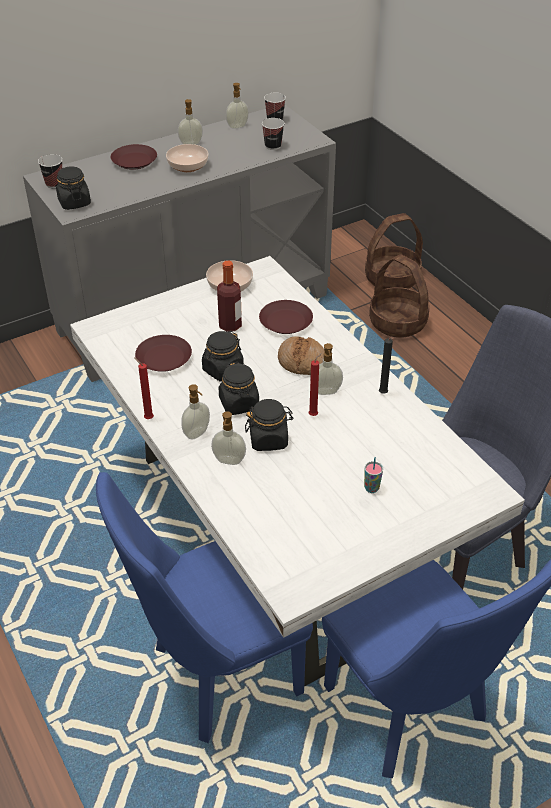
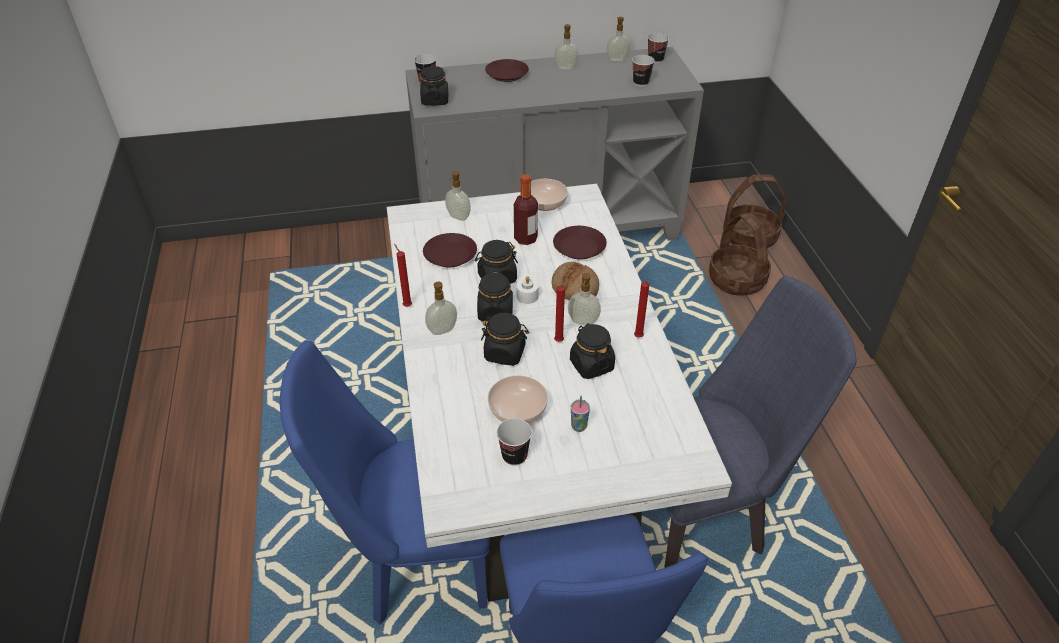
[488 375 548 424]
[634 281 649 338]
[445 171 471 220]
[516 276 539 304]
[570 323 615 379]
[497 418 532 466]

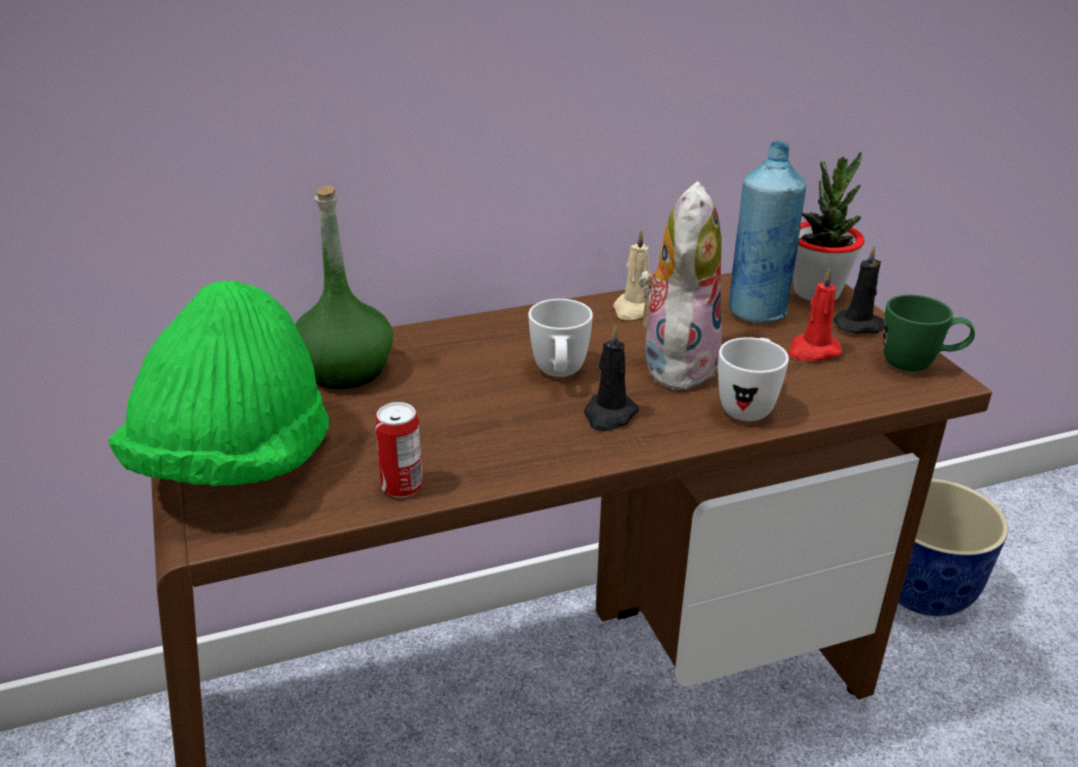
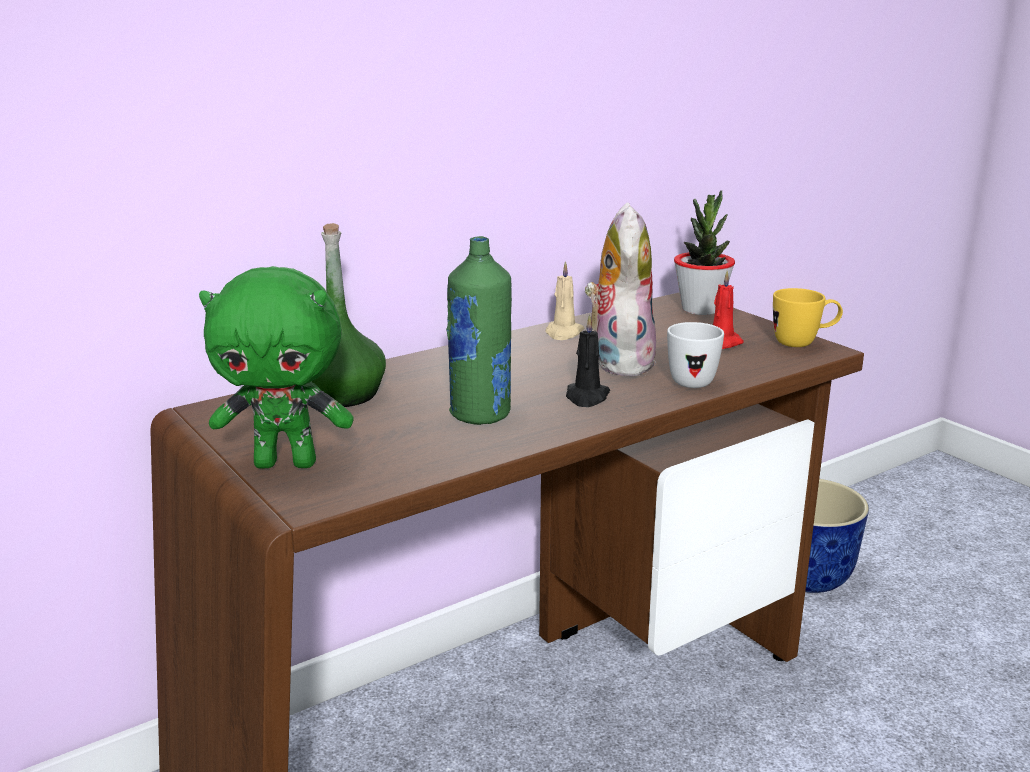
[729 141 806 324] (first image)
[833 245 884 334] (first image)
[199 266 354 469]
[773 288 843 347]
[528 299 593 377] (first image)
[375 402 423 498] (first image)
[446 236 512 425]

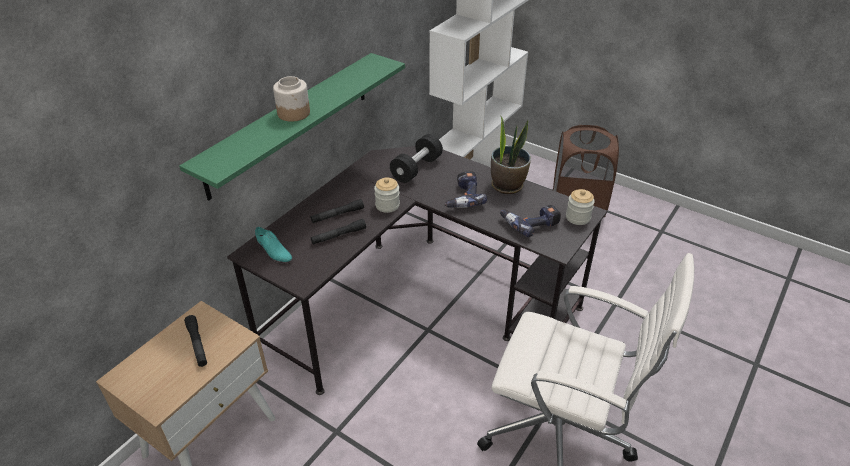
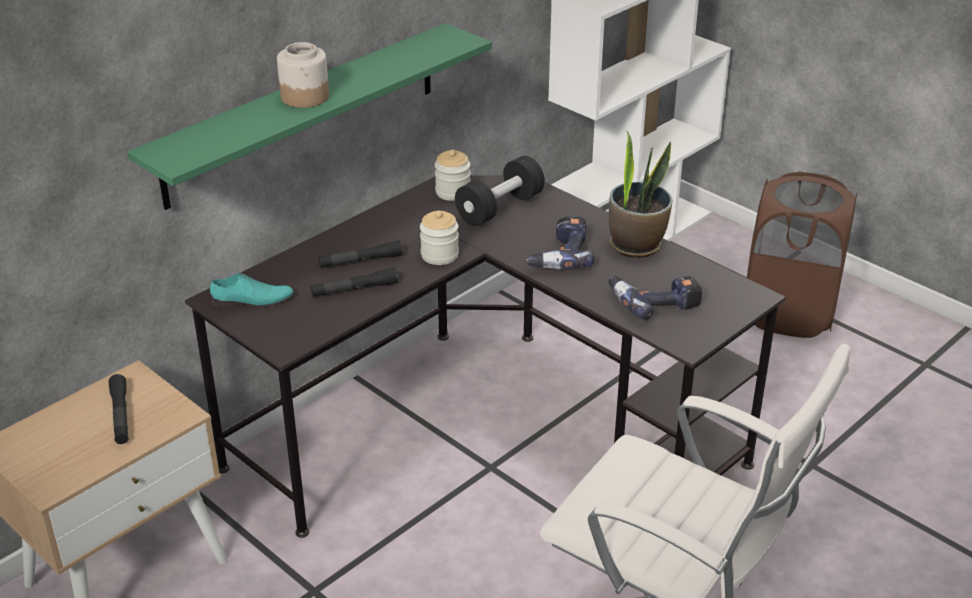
[435 150 471 201]
[210 273 294 308]

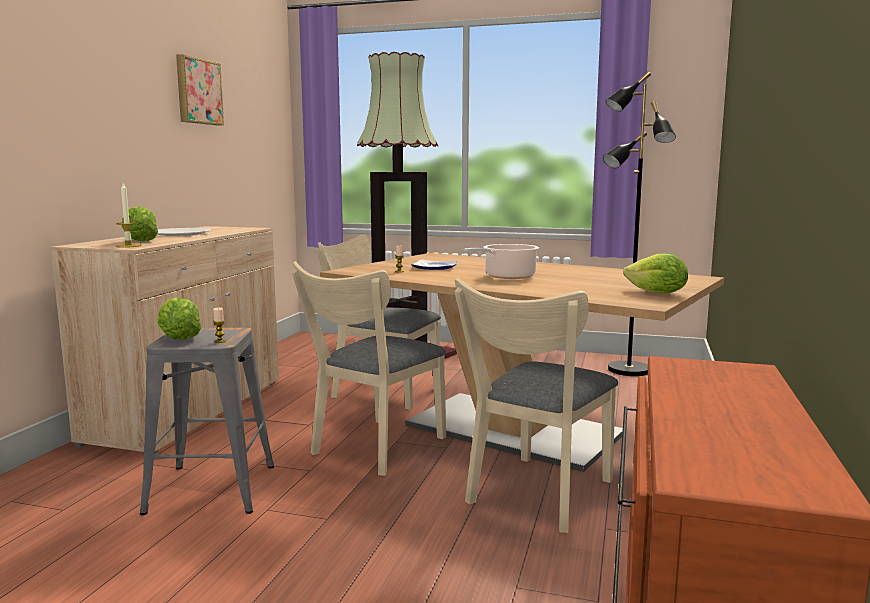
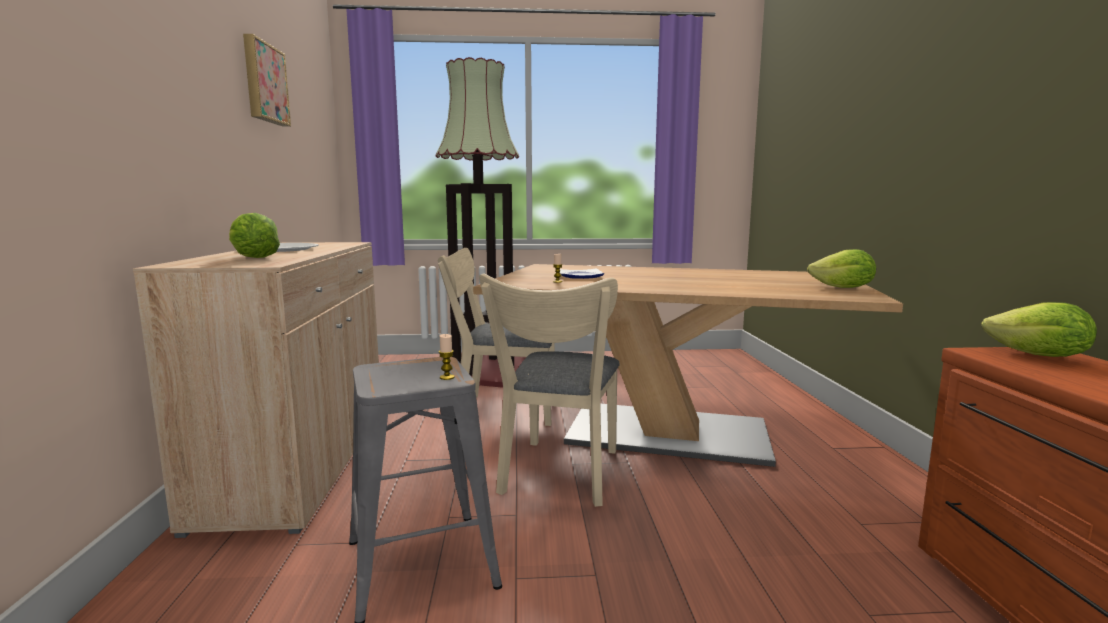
[603 71 676 376] (first image)
[116 183 141 248] (first image)
[464 244 539 279] (first image)
[454 278 618 533] (first image)
[982 302 1097 357]

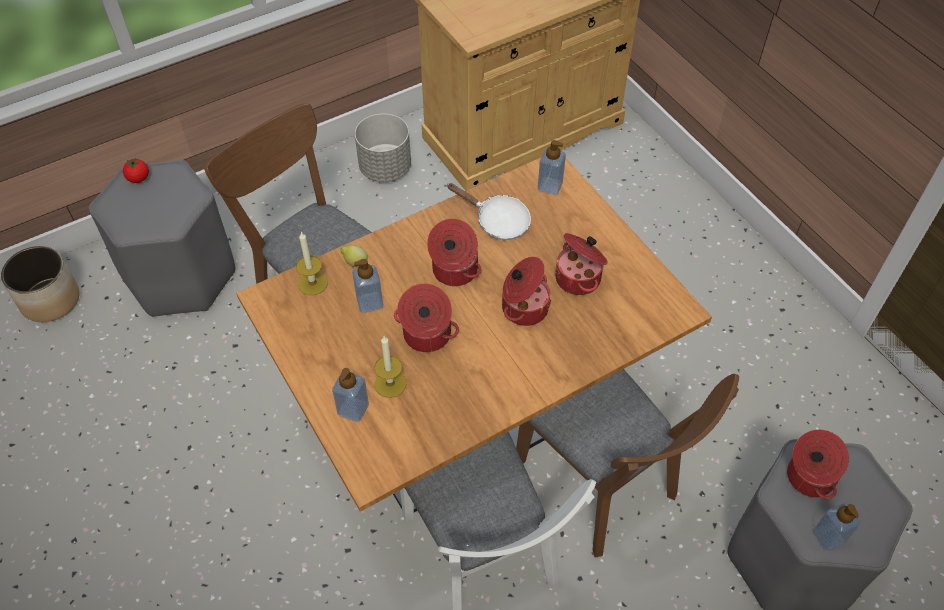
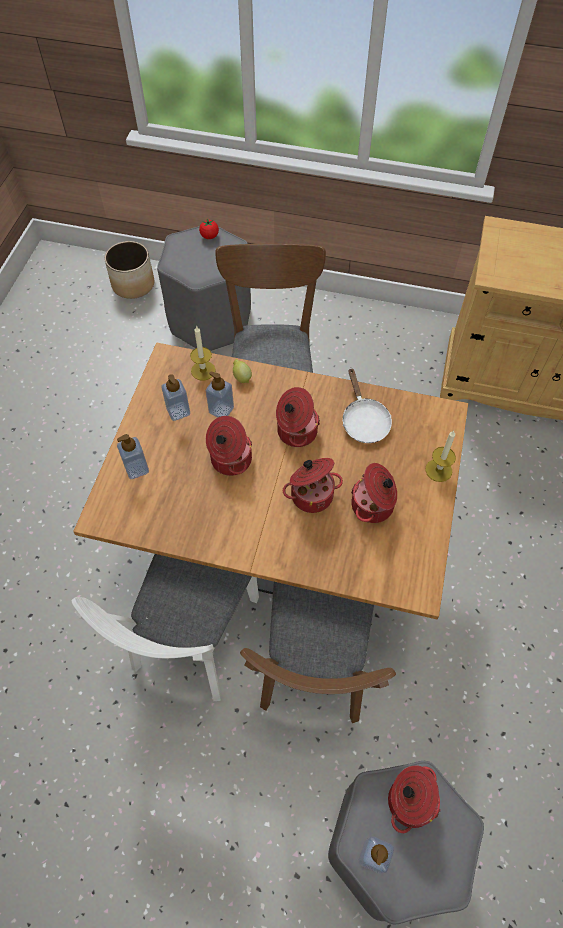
[355 114 411 182] (first image)
[161 374 190 421]
[425 431 456 482]

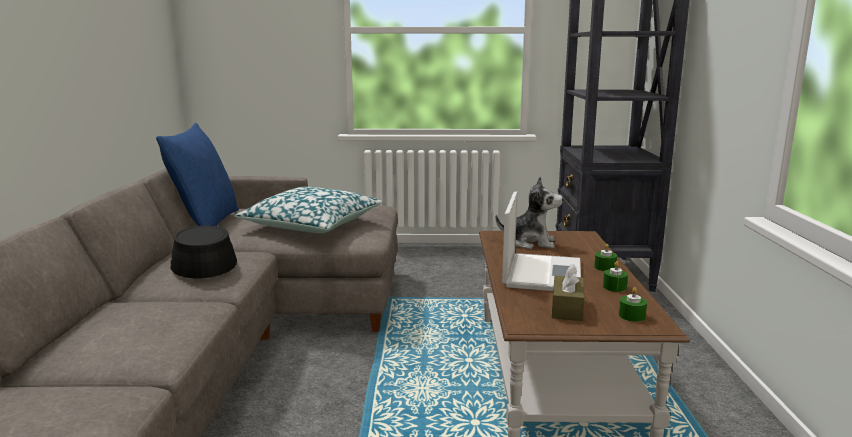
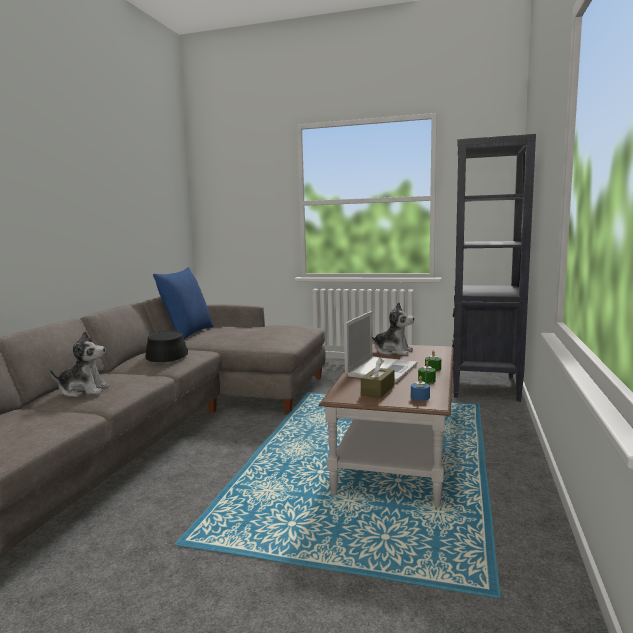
[235 187 383 233] (first image)
[411 376 430 401]
[50 331 110 397]

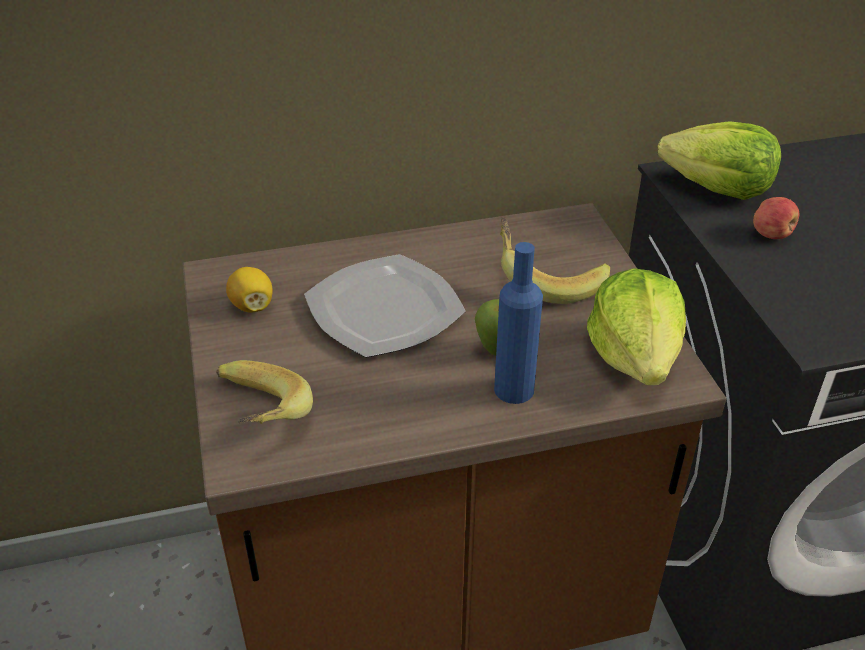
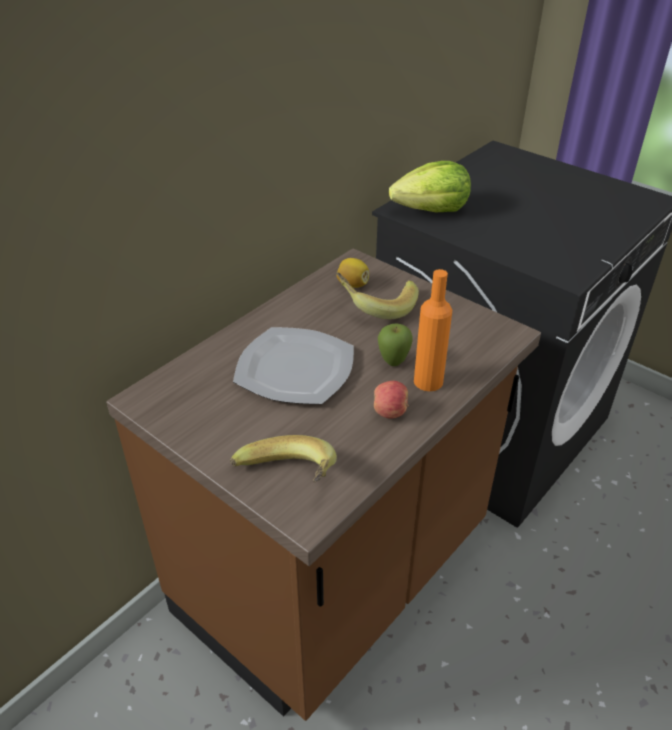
[374 381 409 418]
[414 269 452 391]
[337 258 369 288]
[587 268 686 385] (first image)

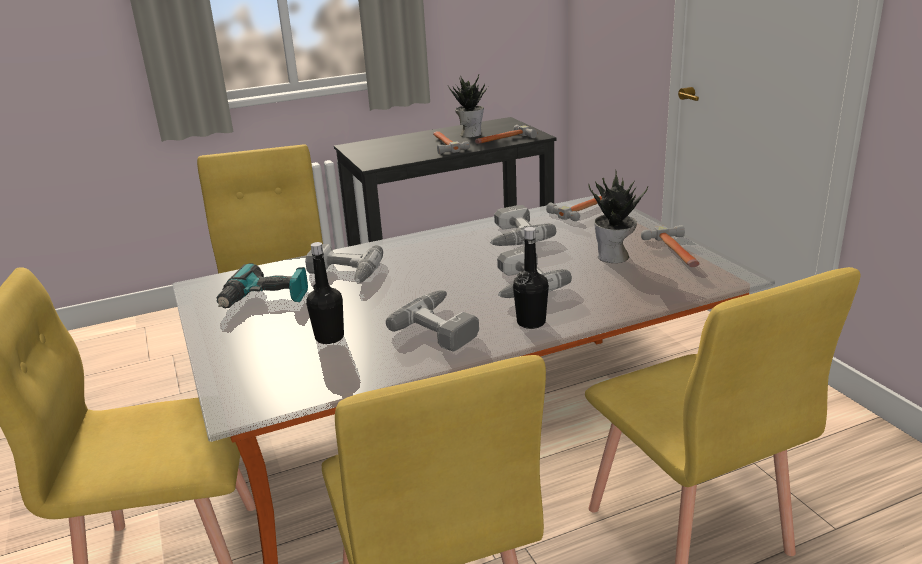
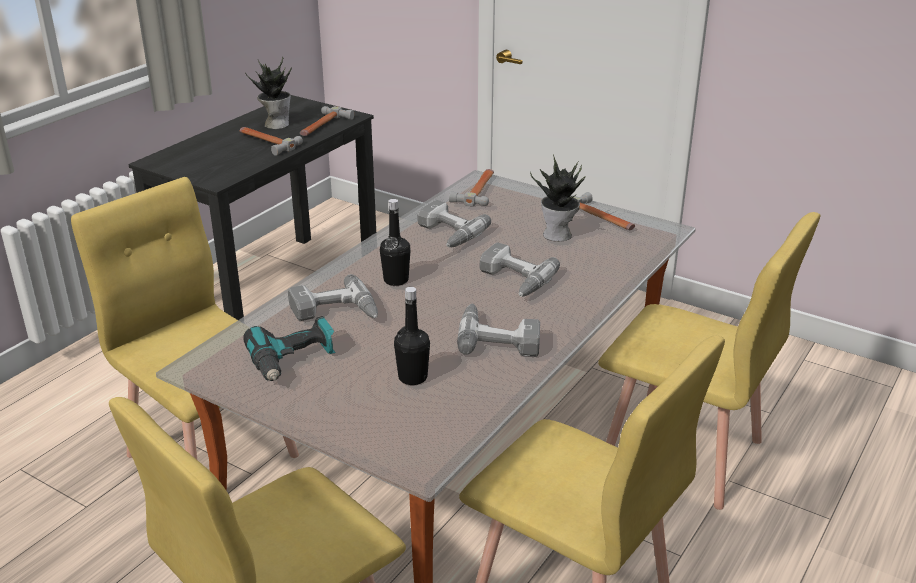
[380 199 411 286]

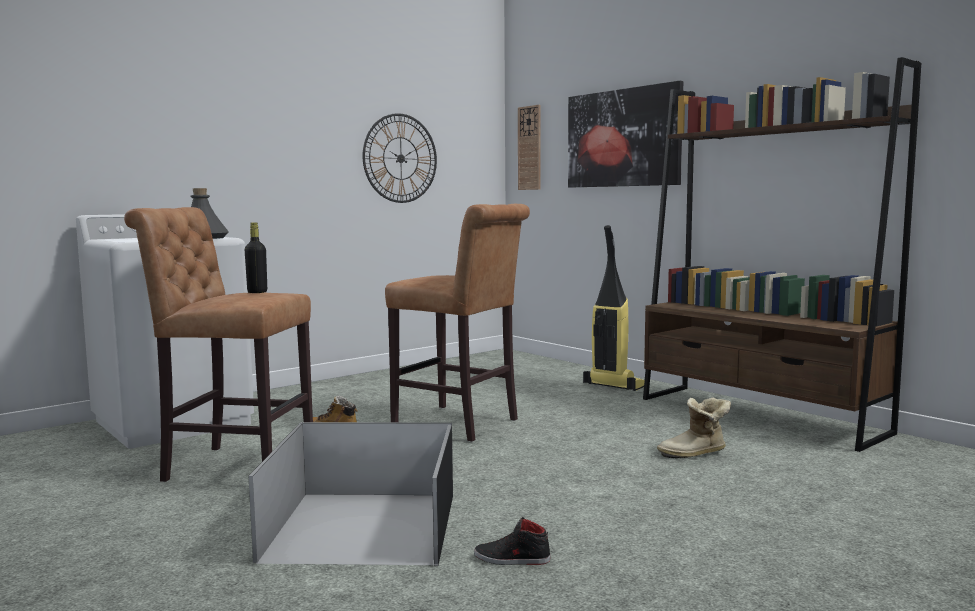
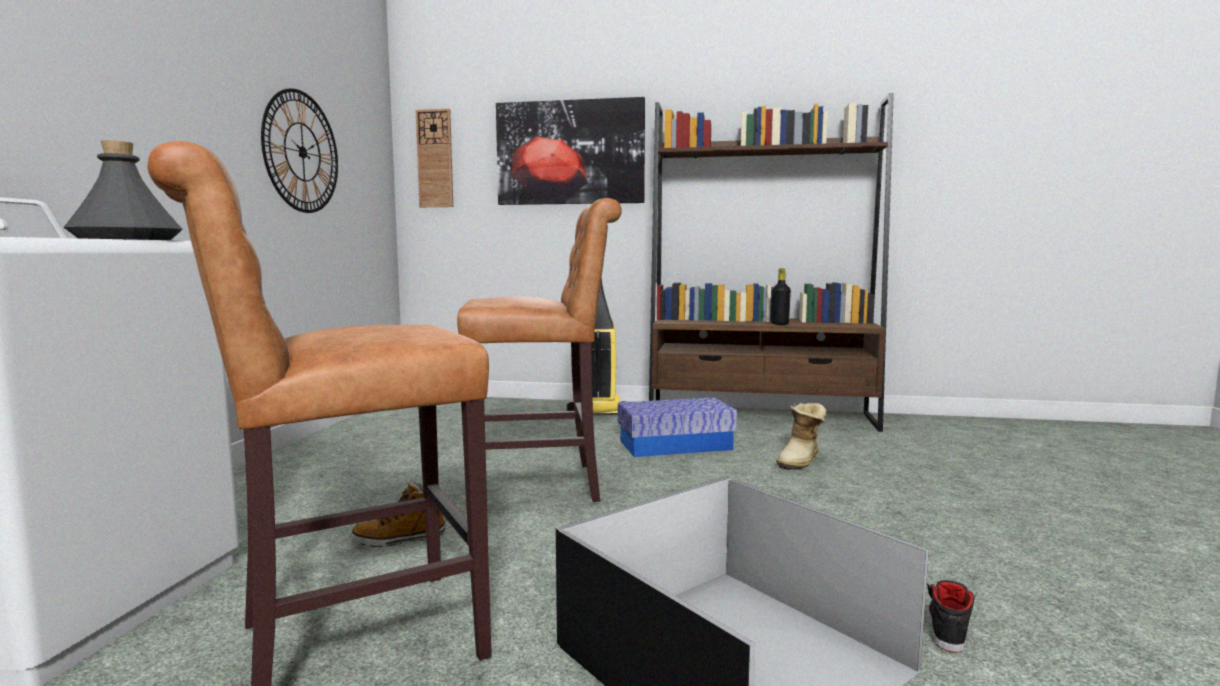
[772 269 791 325]
[927 580 977 653]
[618 397 737 457]

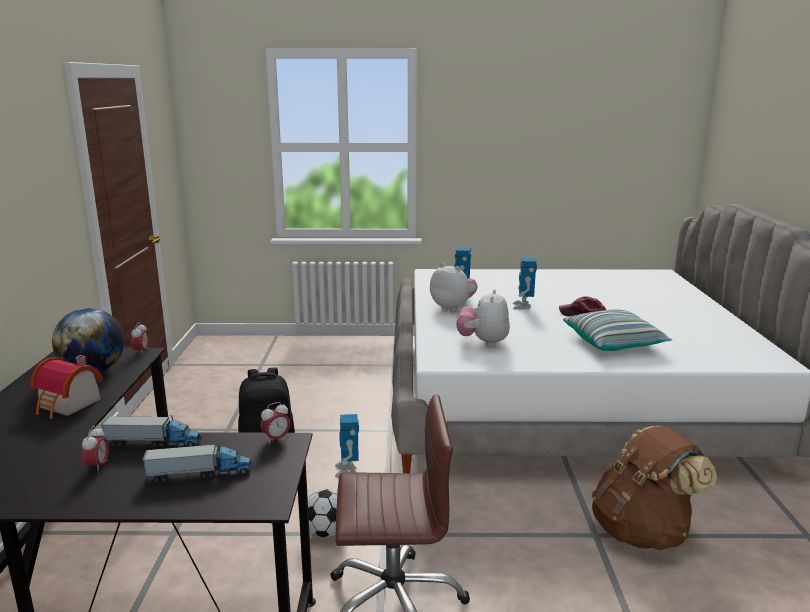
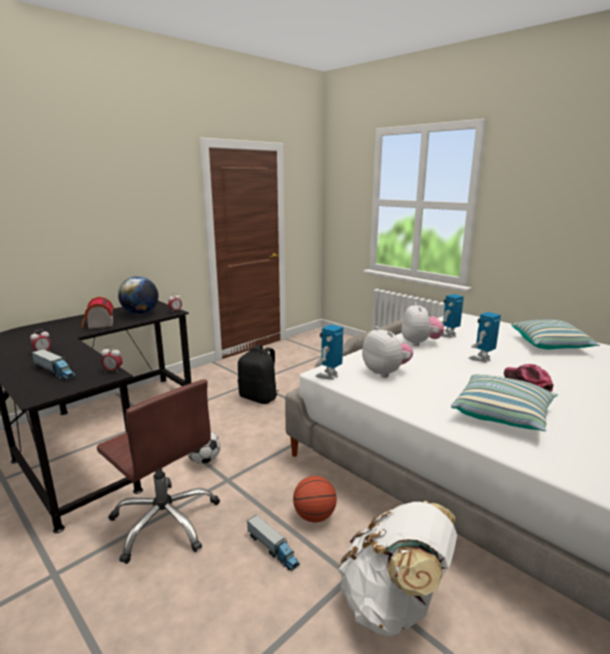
[362 326 413 378]
[315 324 343 380]
[247 514 300 571]
[338 501 457 636]
[512 320 600 349]
[293 476 337 522]

